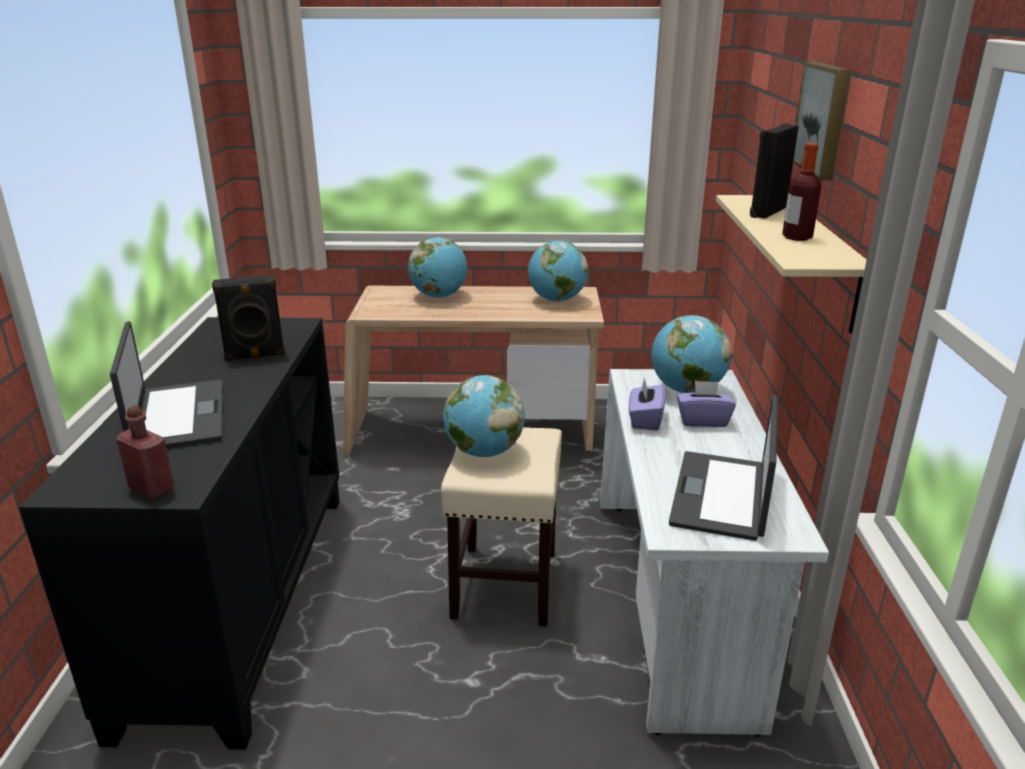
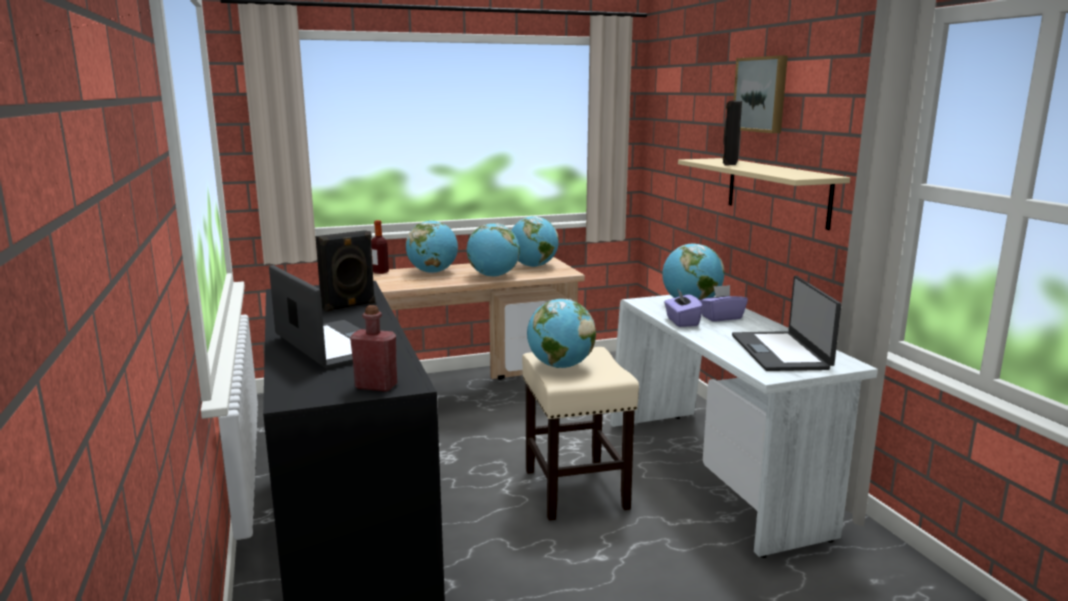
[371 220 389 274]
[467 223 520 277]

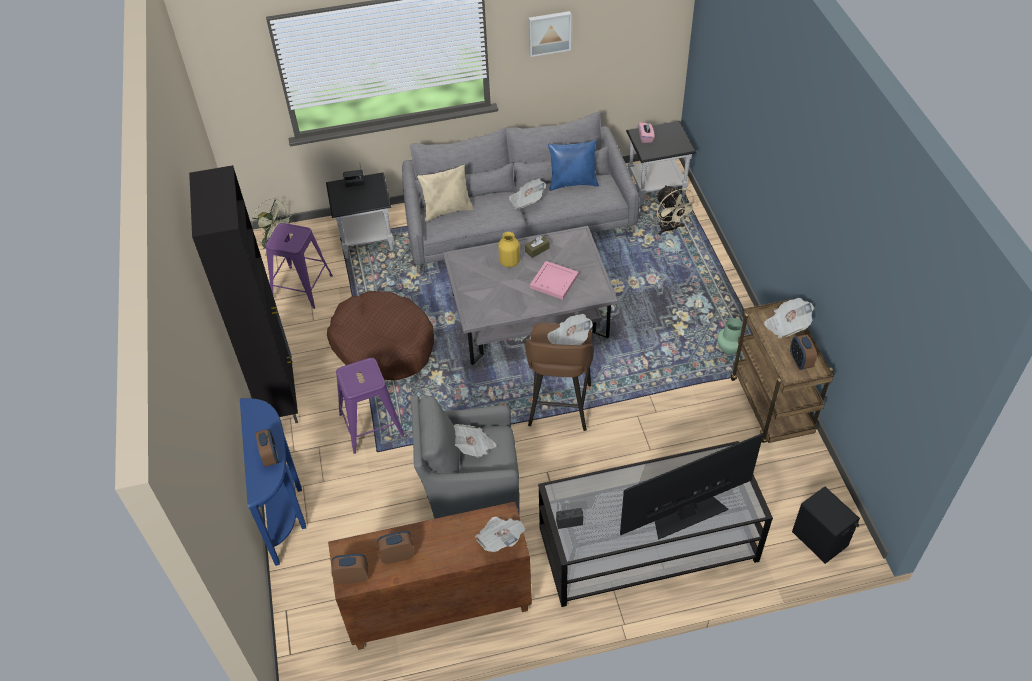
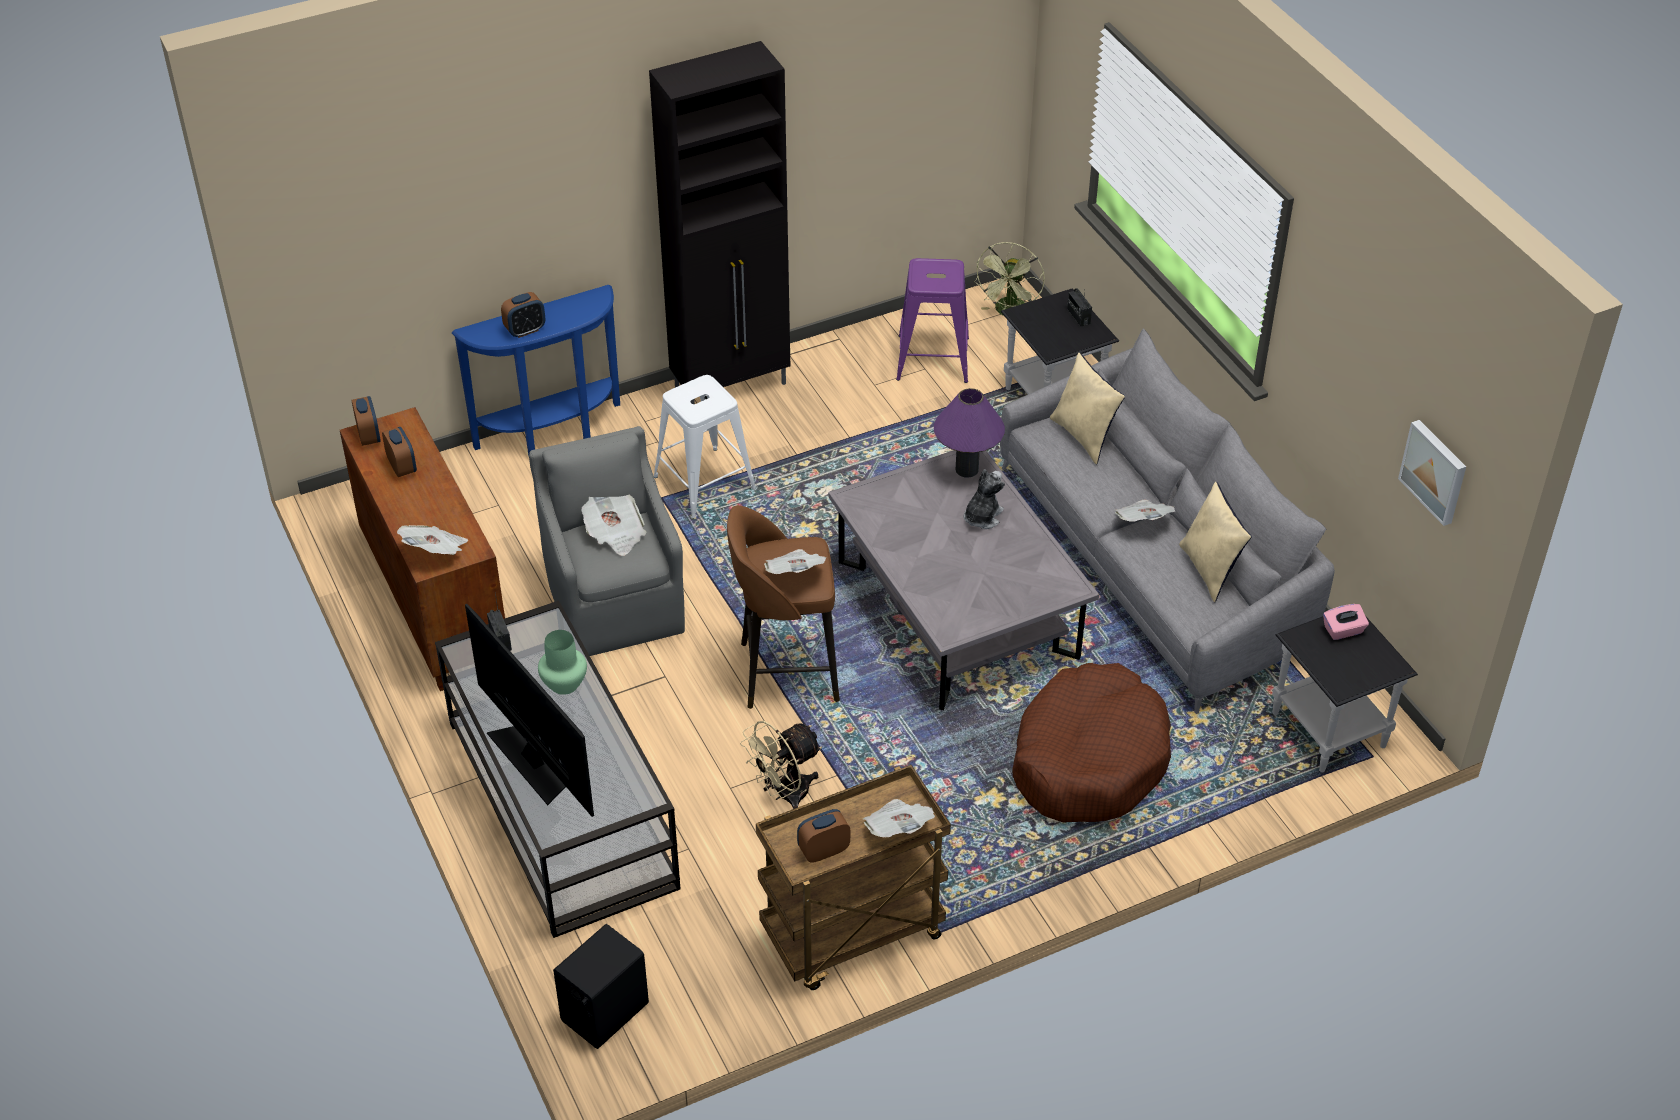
[1398 420 1466 526]
[1179 482 1252 602]
[740 721 822 809]
[964 469 1005 529]
[525 235 550 258] (first image)
[530 261 579 300] (first image)
[1012 663 1171 822]
[538 630 587 695]
[654 375 756 518]
[934 388 1005 478]

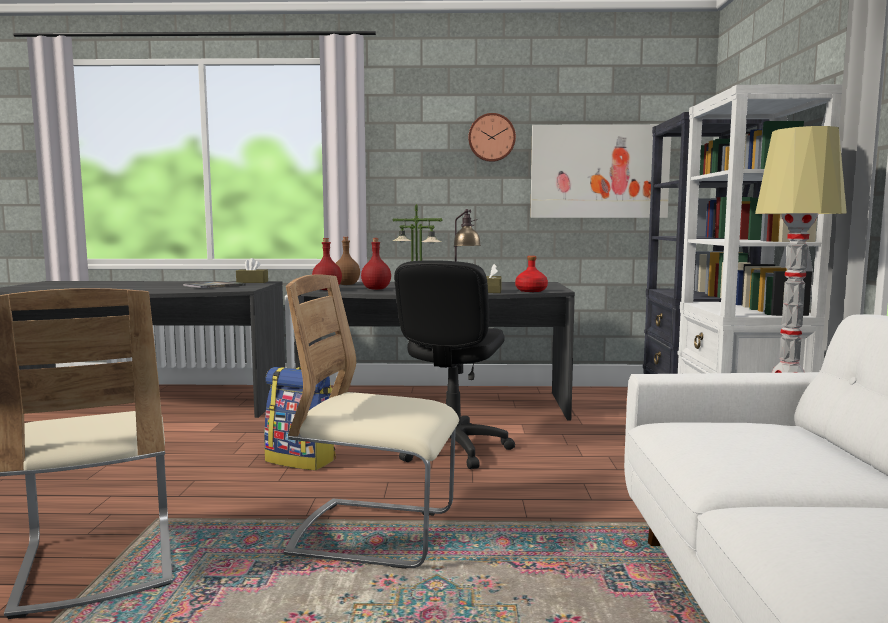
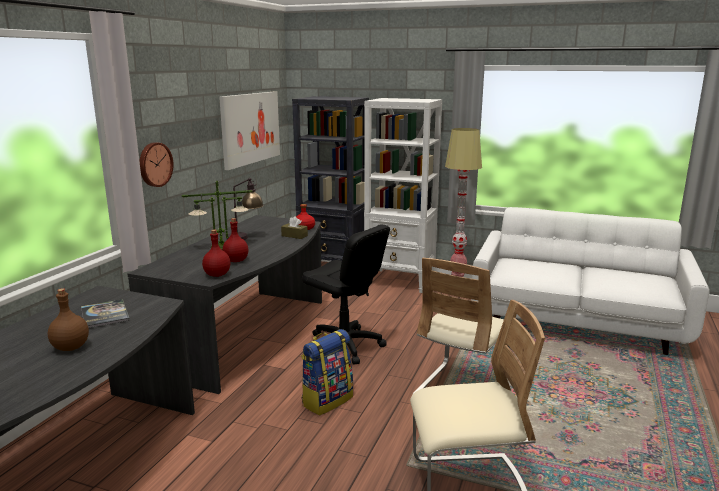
[140 142 174 187]
[48 288 89 351]
[236 258 268 283] (first image)

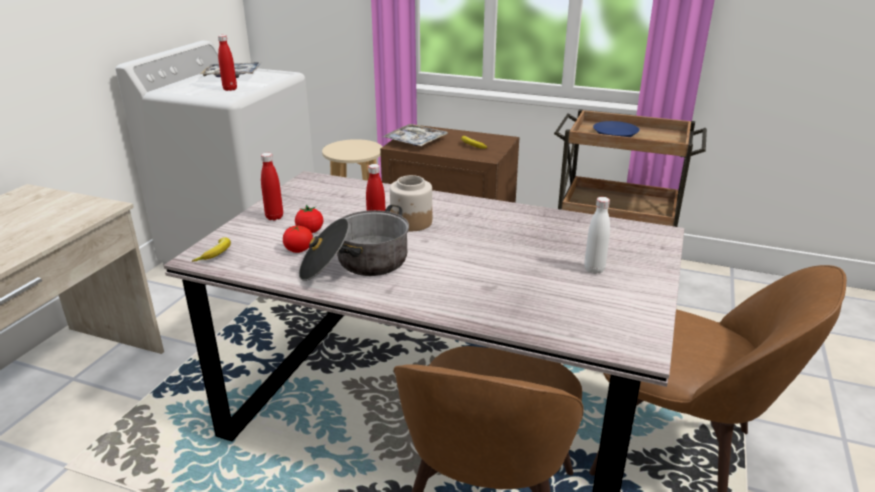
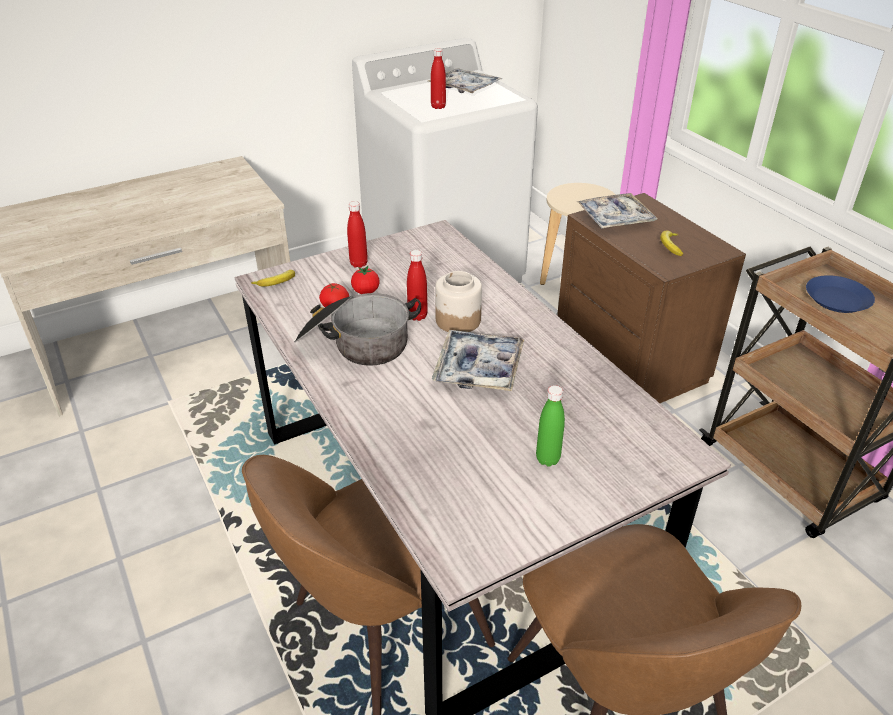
[536 385 565 467]
[432 330 524 391]

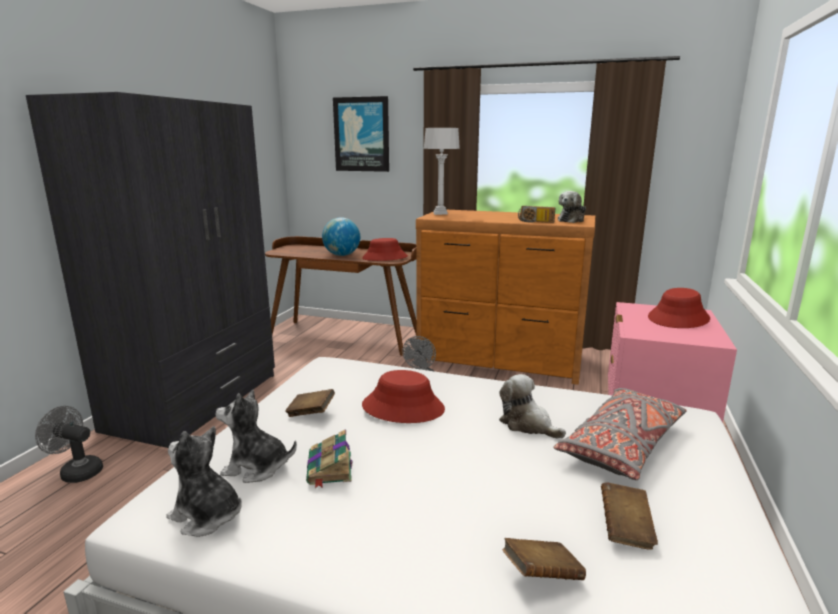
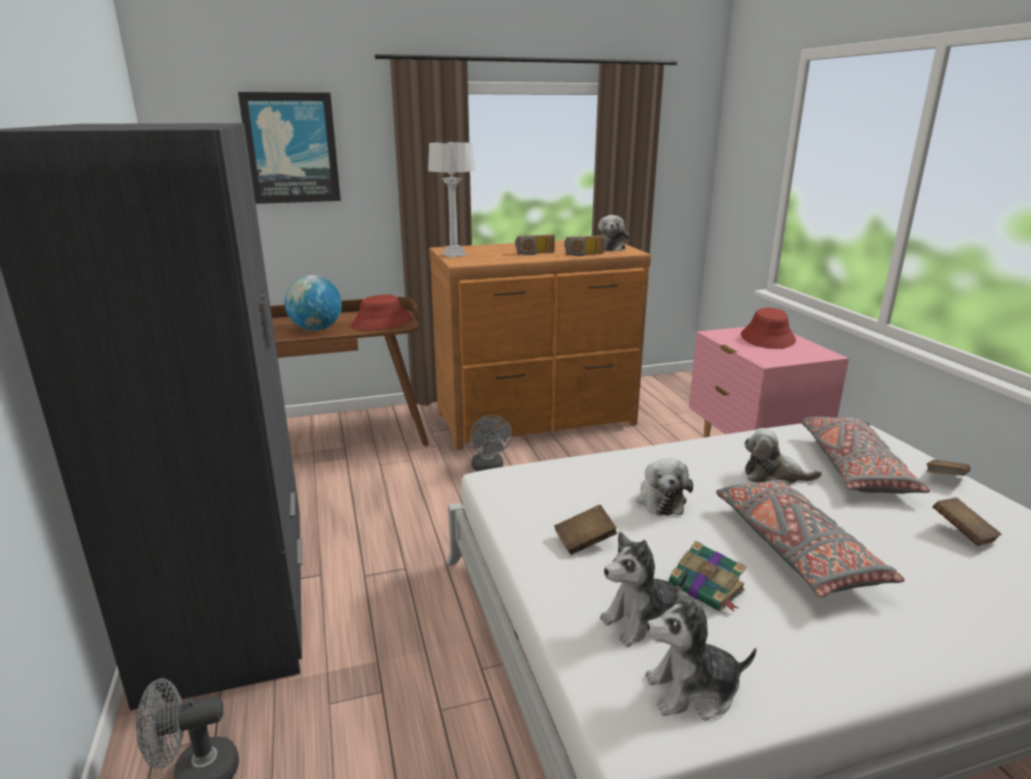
[636 458 693 516]
[927 460 970 476]
[515 234 555 255]
[716 480 905 597]

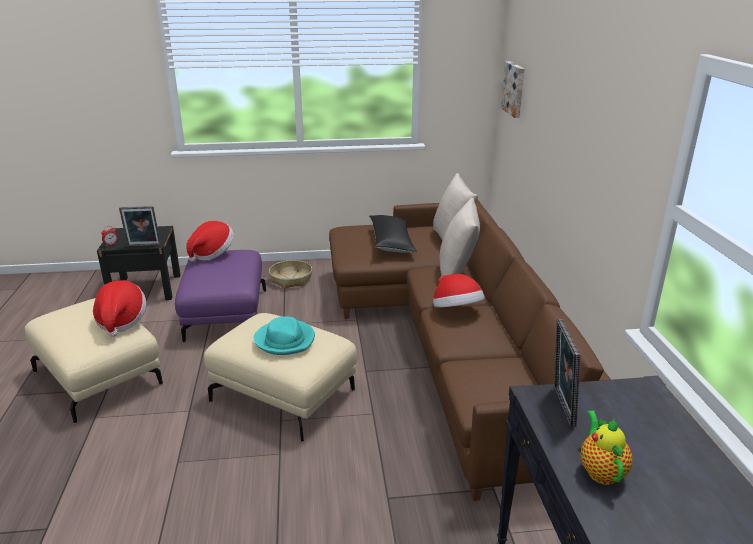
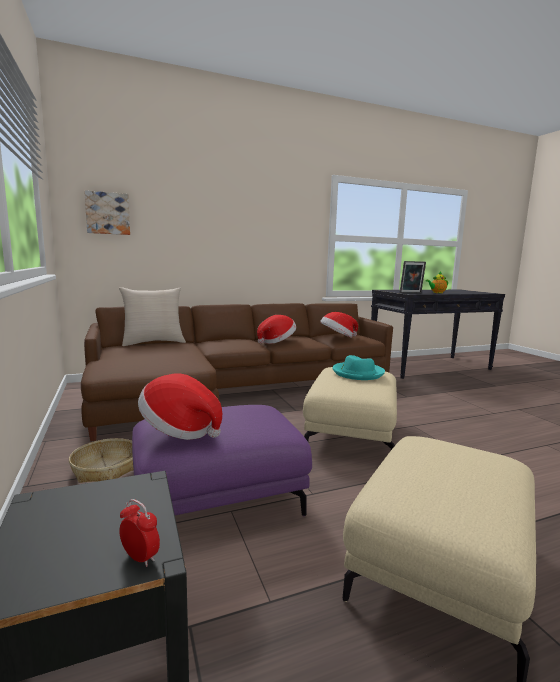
[439 198 480 276] (first image)
[119 206 161 247] (first image)
[369 215 417 253] (first image)
[320 312 358 338]

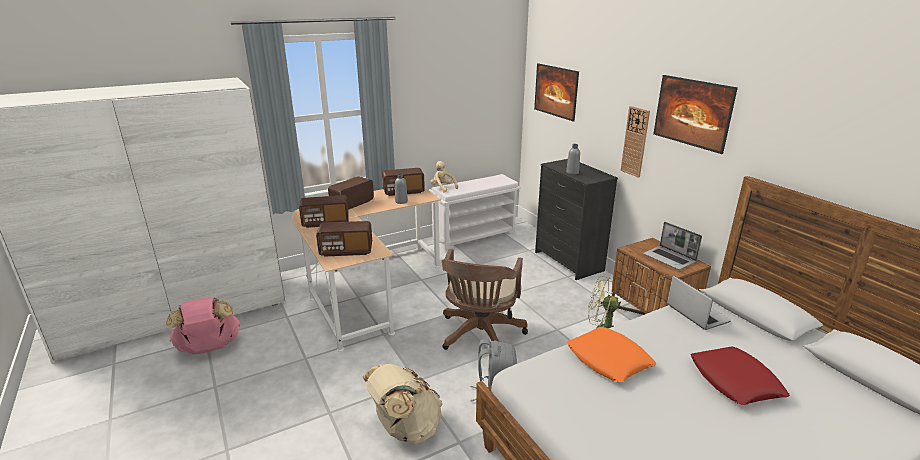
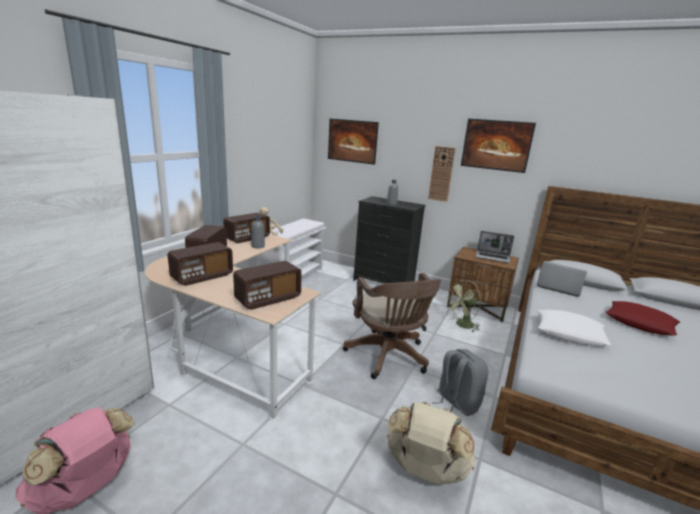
[537 310 611 346]

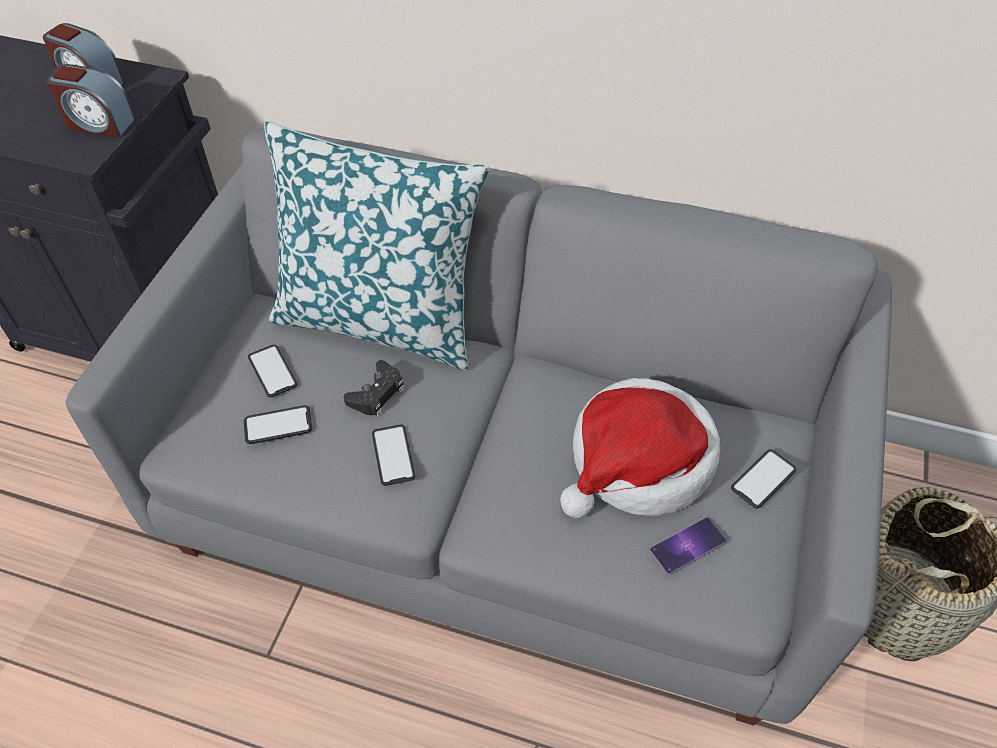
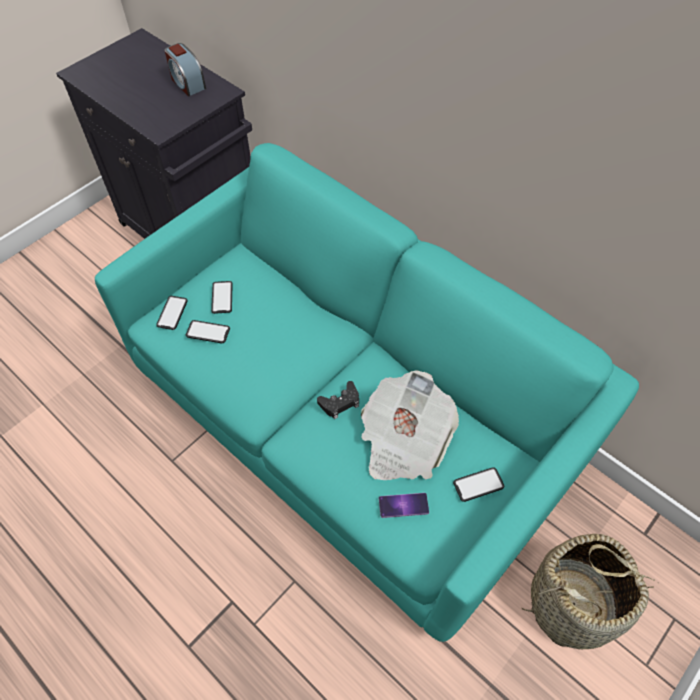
[47 64 135 137] (first image)
[264 121 490 370] (first image)
[95 143 639 642]
[317 381 359 419]
[361 371 459 480]
[156 296 188 330]

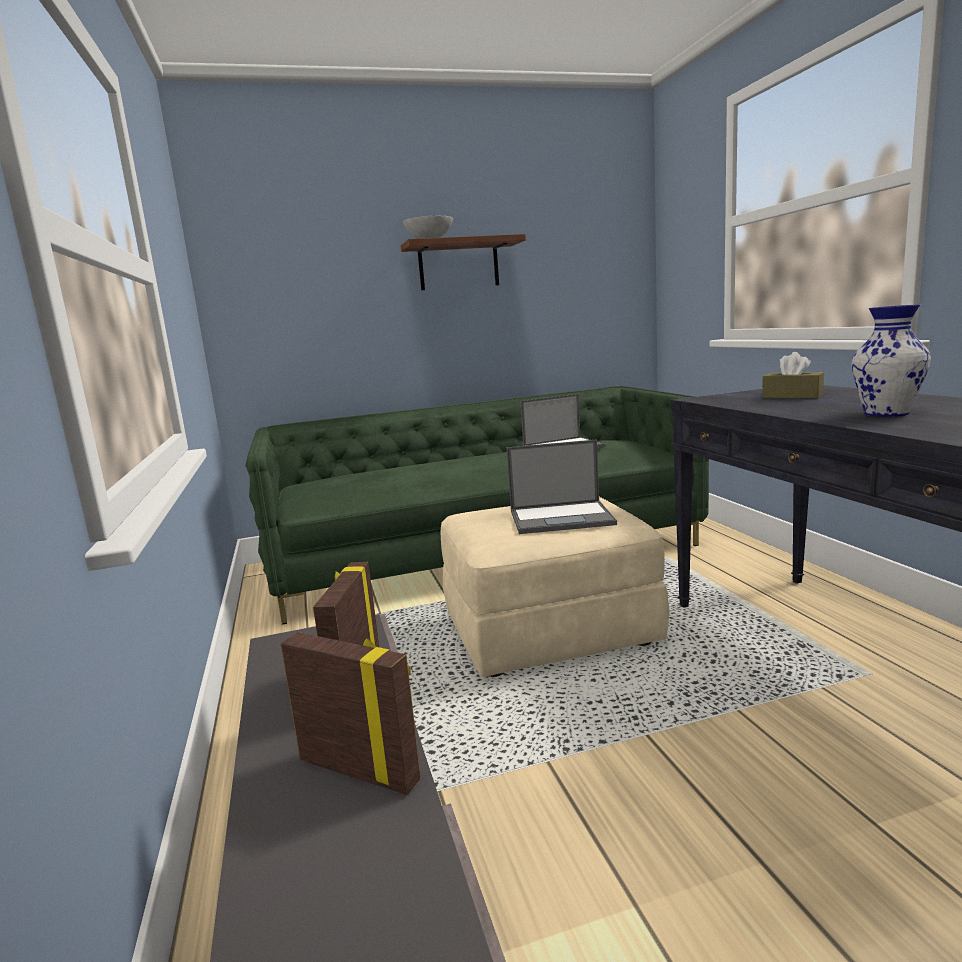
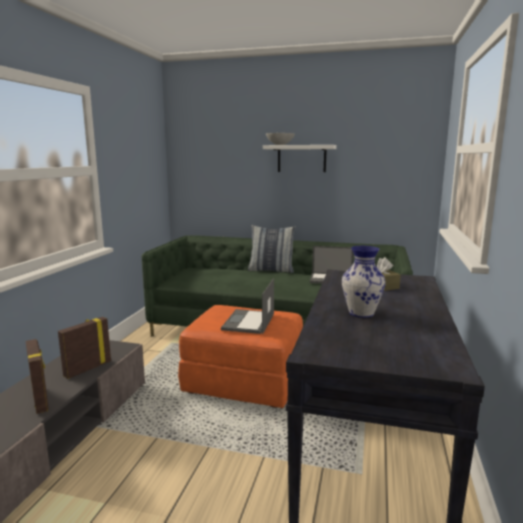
[263 145 337 172]
[221 279 274 334]
[178 305 303 408]
[248 225 296 273]

